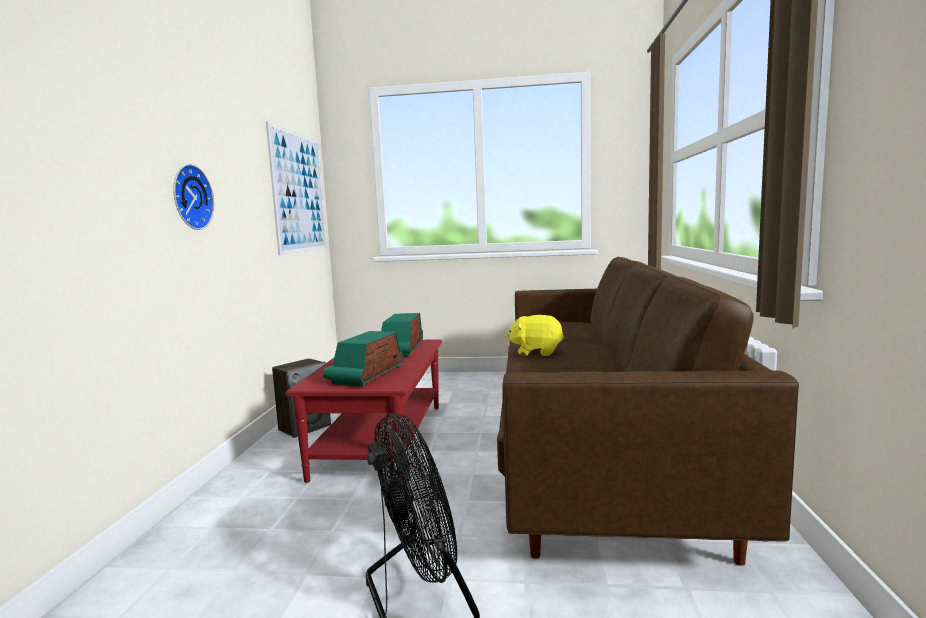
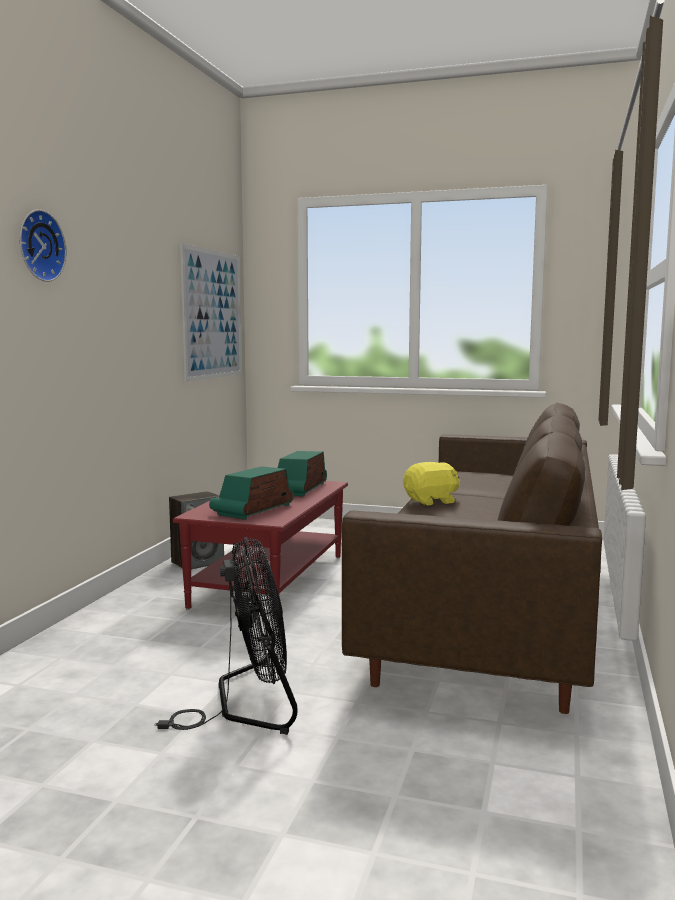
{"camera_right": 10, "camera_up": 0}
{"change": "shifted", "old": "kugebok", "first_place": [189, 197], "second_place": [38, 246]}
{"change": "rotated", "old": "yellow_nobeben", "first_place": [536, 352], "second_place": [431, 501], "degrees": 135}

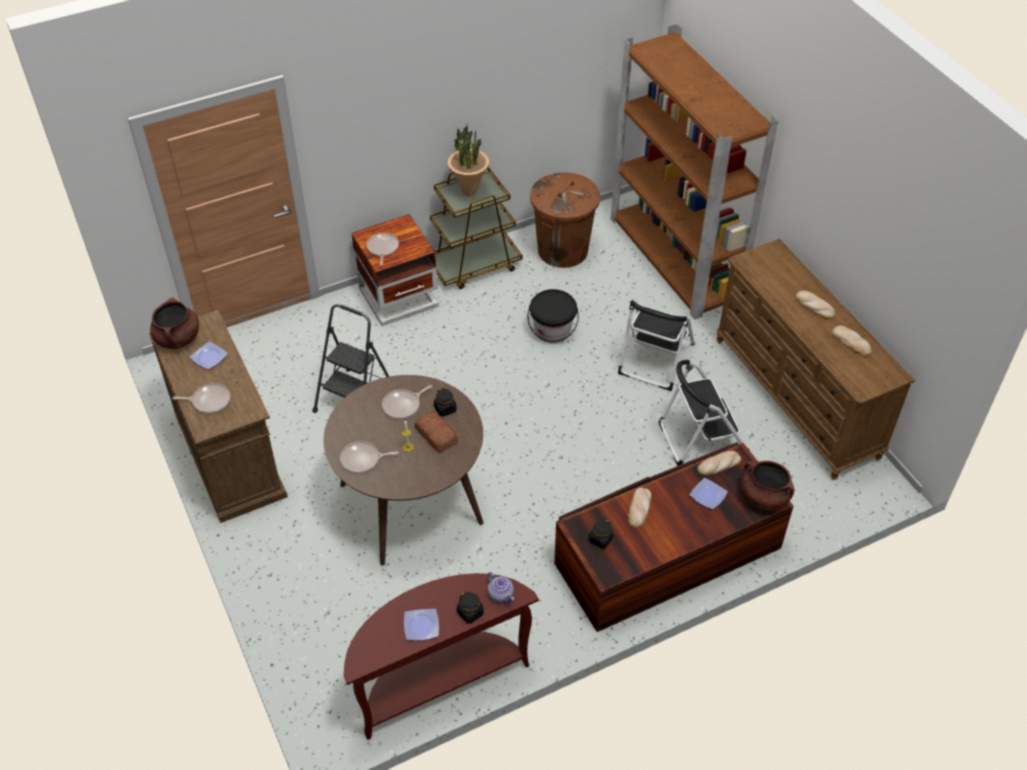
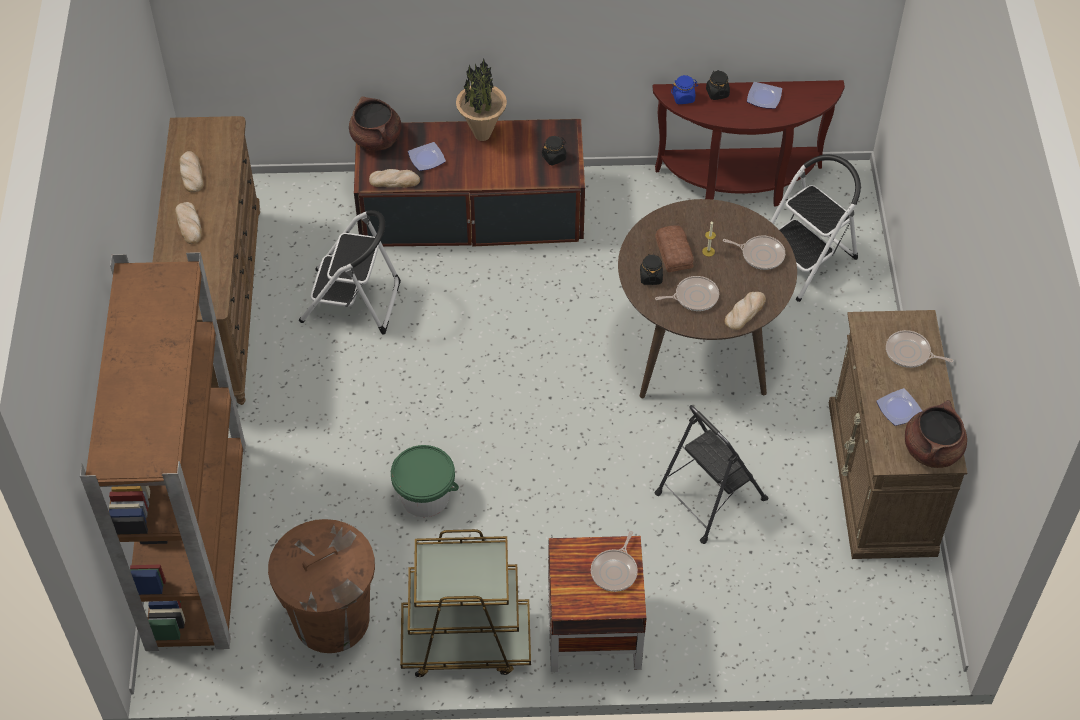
{"camera_right": -155, "camera_up": 5}
{"change": "shifted", "old": "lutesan", "first_place": [469, 192], "second_place": [482, 135]}
{"change": "repainted", "old": "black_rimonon", "new": "green_rimonon", "first_place": [552, 330], "second_place": [425, 496]}
{"change": "shifted", "old": "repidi", "first_place": [654, 360], "second_place": [806, 258]}
{"change": "shifted", "old": "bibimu", "first_place": [639, 509], "second_place": [745, 312]}
{"change": "swapped", "old": "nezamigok", "new": "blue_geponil", "first_place": [500, 594], "second_place": [683, 97]}

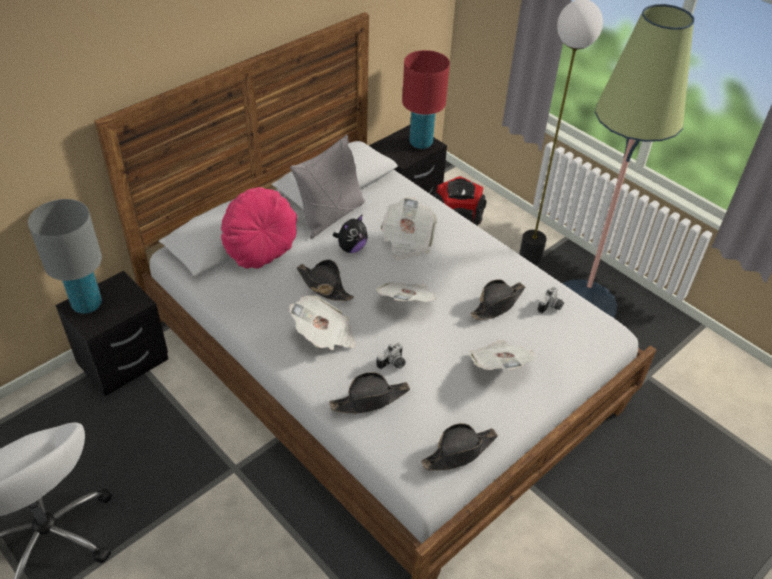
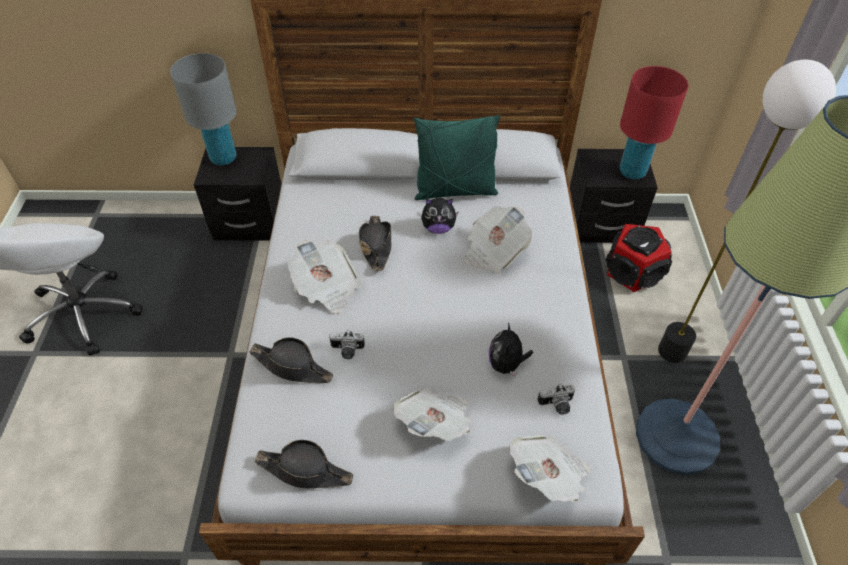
{"camera_right": 45, "camera_up": 5}
{"change": "repainted", "old": "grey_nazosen", "new": "green_nazosen", "first_place": [331, 216], "second_place": [455, 190]}
{"change": "gone", "old": "pink_nazosen", "first_place": [262, 254]}
{"change": "swapped", "old": "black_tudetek", "new": "nobeben", "first_place": [497, 304], "second_place": [506, 365]}
{"change": "shifted", "old": "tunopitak", "first_place": [407, 303], "second_place": [548, 476]}

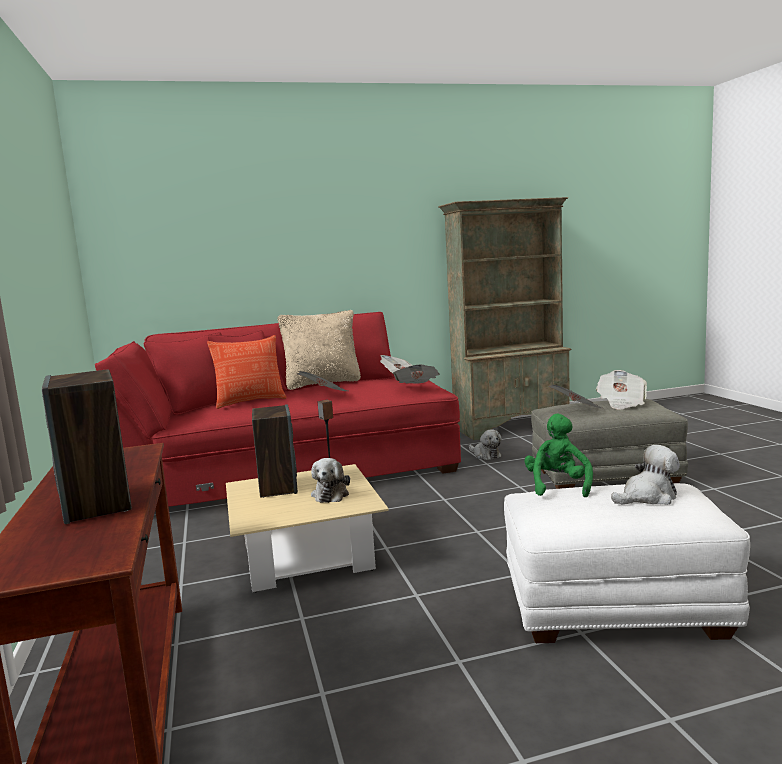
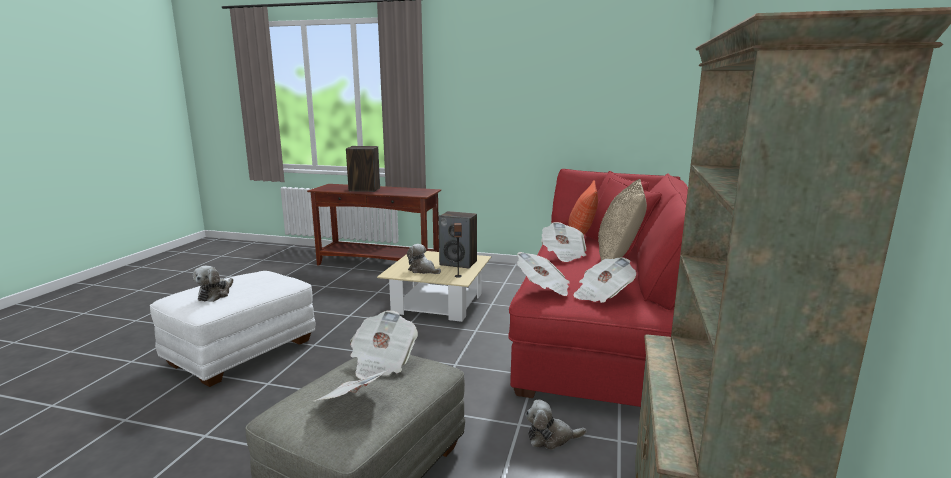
{"camera_right": 120, "camera_up": 5}
{"change": "gone", "old": "green_nobeben", "first_place": [558, 486]}

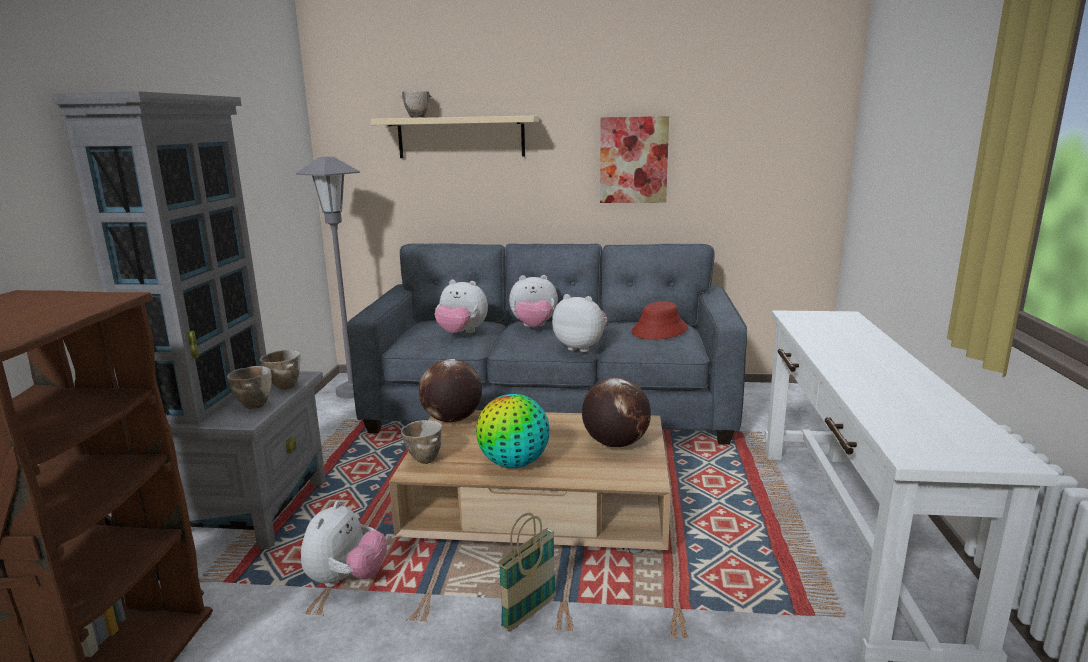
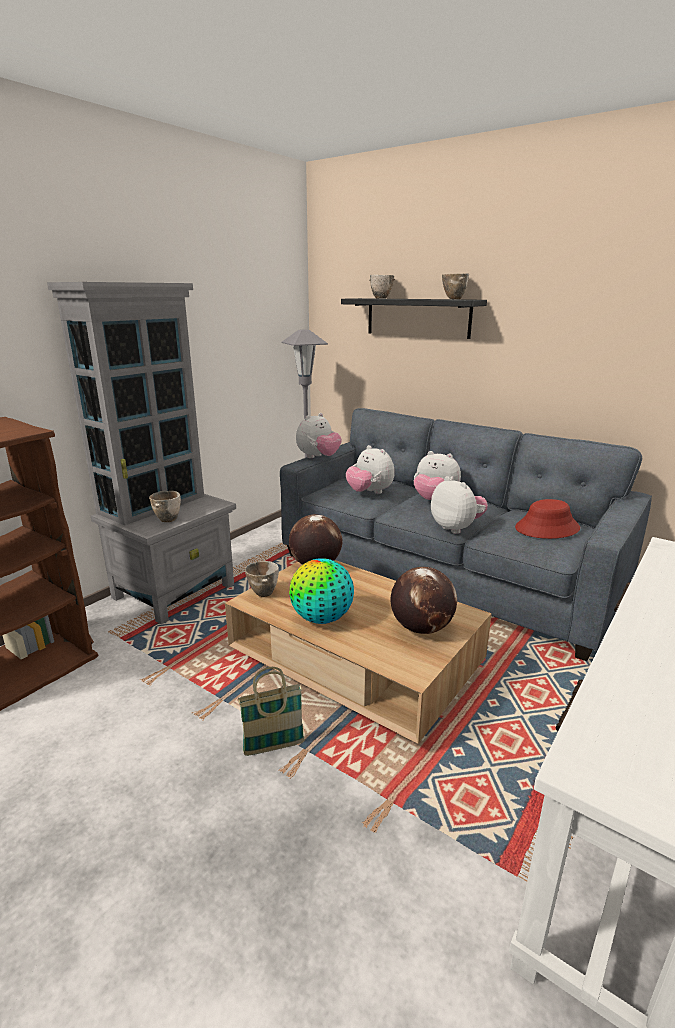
{"camera_right": 30, "camera_up": 5}
{"change": "repainted", "old": "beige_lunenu", "new": "black_lunenu", "first_place": [461, 137], "second_place": [417, 317]}
{"change": "gone", "old": "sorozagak", "first_place": [633, 160]}
{"change": "shifted", "old": "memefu", "first_place": [284, 386], "second_place": [453, 299]}
{"change": "shifted", "old": "nobeben", "first_place": [346, 579], "second_place": [318, 457]}

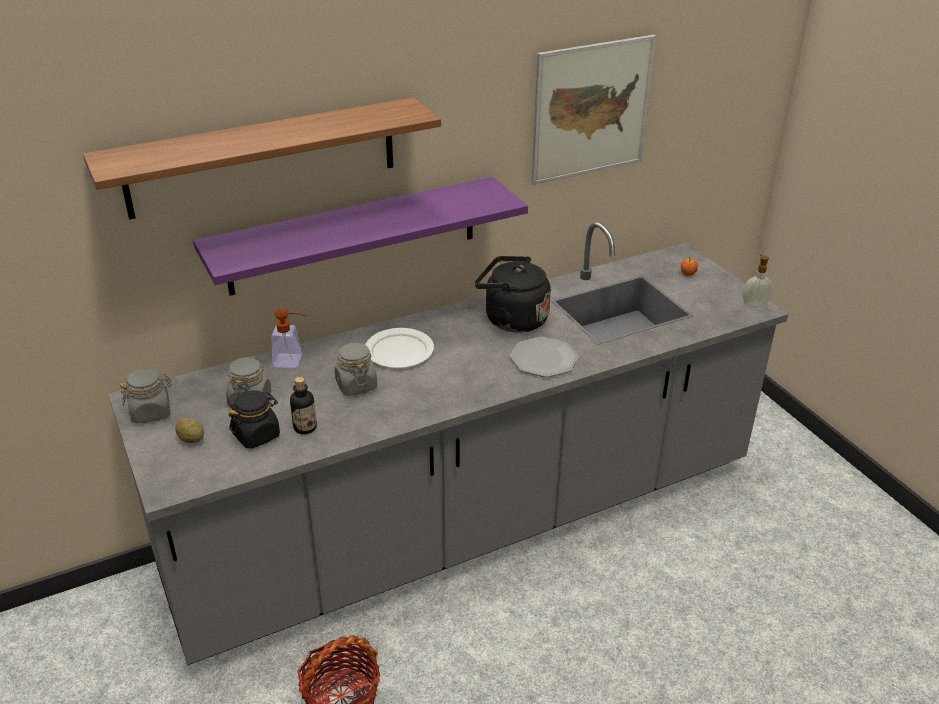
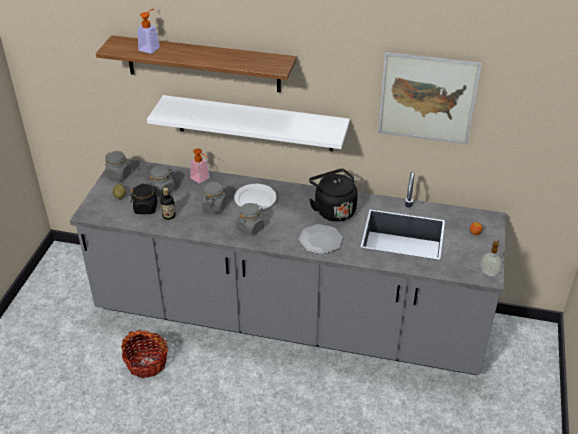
{"camera_right": 40, "camera_up": 5}
{"change": "repainted", "old": "purple_lunenu", "new": "white_lunenu", "first_place": [354, 236], "second_place": [254, 123]}
{"change": "new", "new": "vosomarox", "second_place": [151, 47]}
{"change": "new", "new": "grey_geponil", "second_place": [250, 228]}

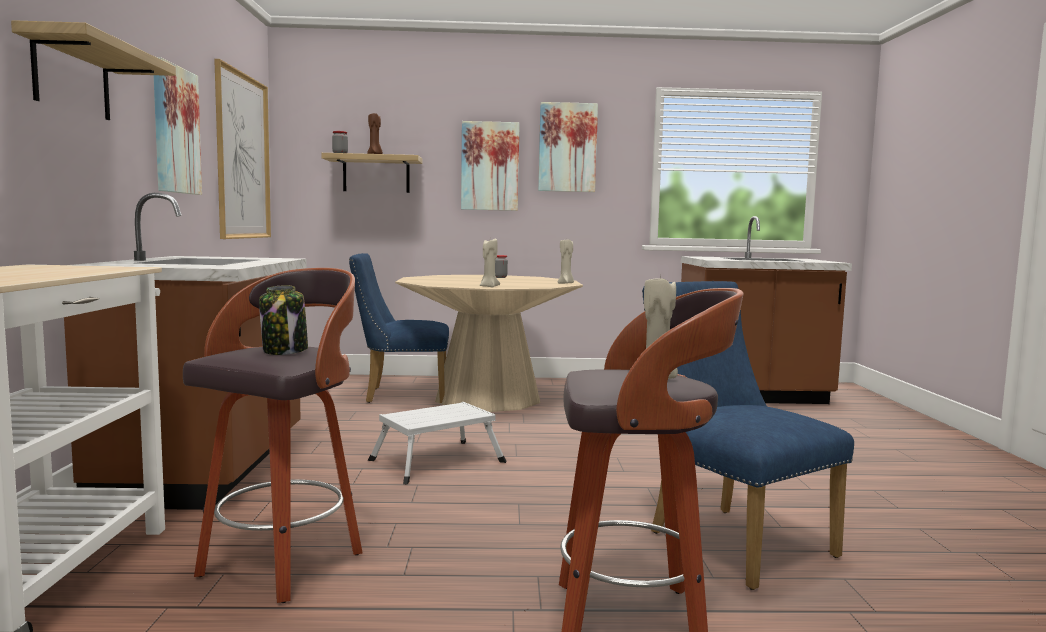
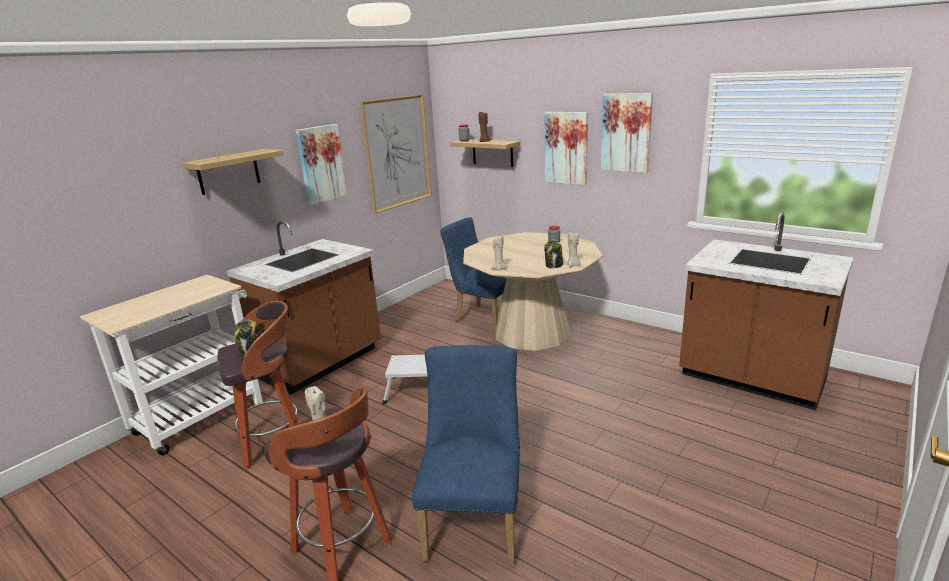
{"camera_right": 40, "camera_up": 15}
{"change": "new", "new": "geponil", "second_place": [554, 265]}

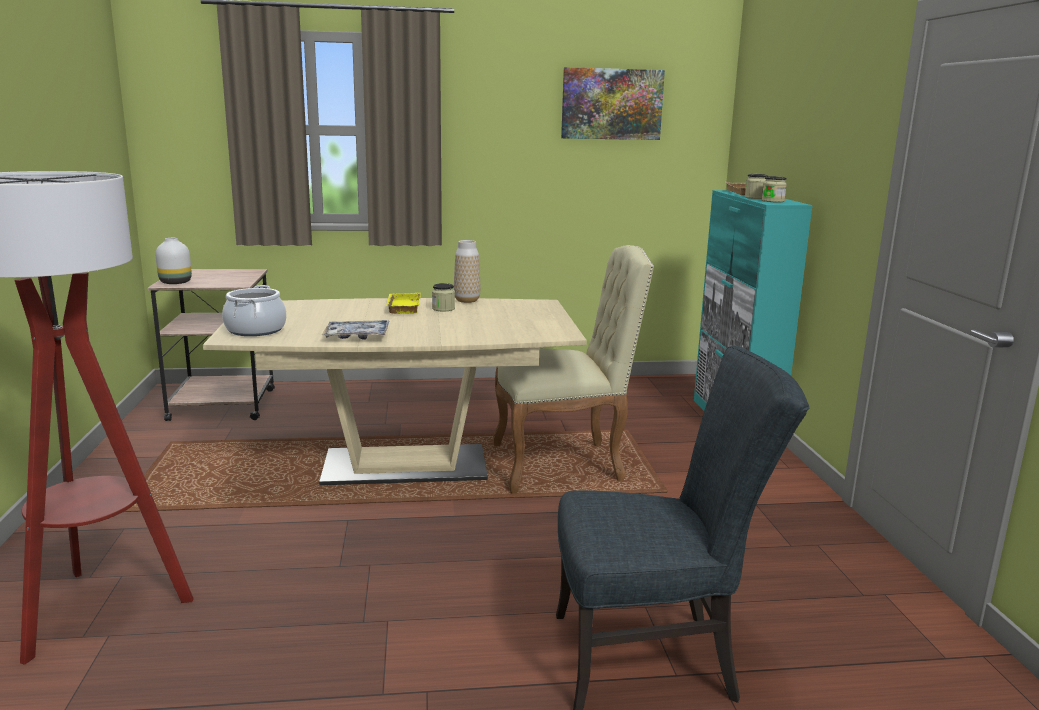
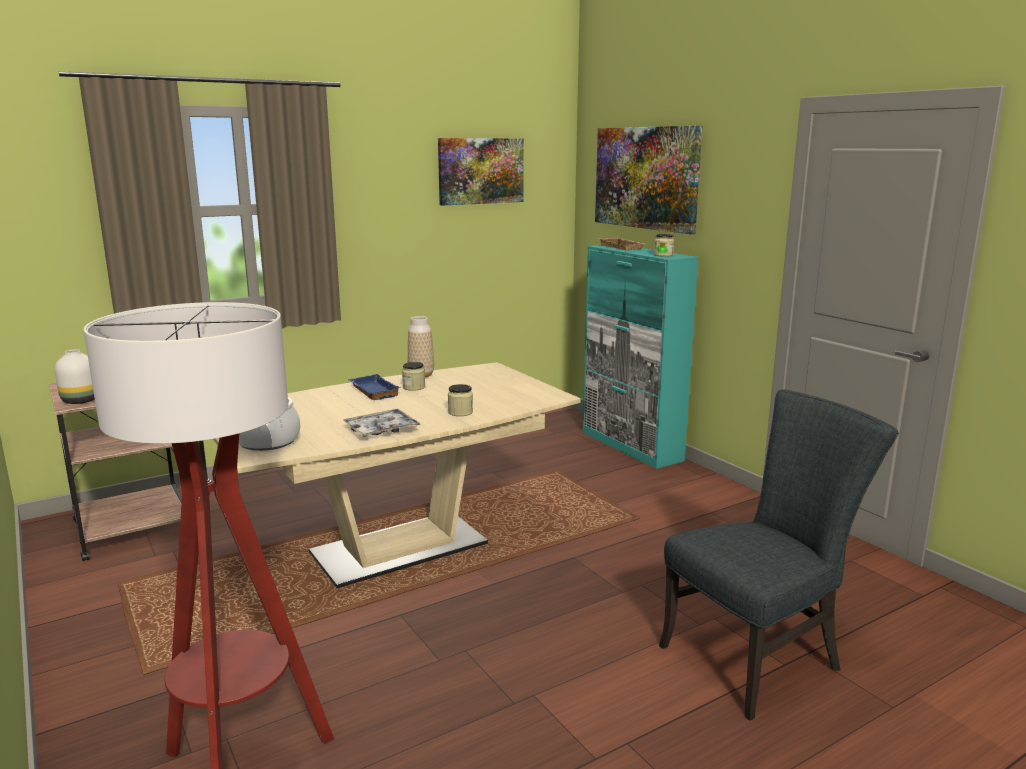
{"camera_right": -25, "camera_up": 0}
{"change": "shifted", "old": "geponil", "first_place": [755, 198], "second_place": [460, 412]}
{"change": "gone", "old": "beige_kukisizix", "first_place": [560, 464]}
{"change": "repainted", "old": "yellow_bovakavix", "new": "blue_bovakavix", "first_place": [402, 307], "second_place": [372, 391]}
{"change": "new", "new": "sorozagak", "second_place": [646, 178]}

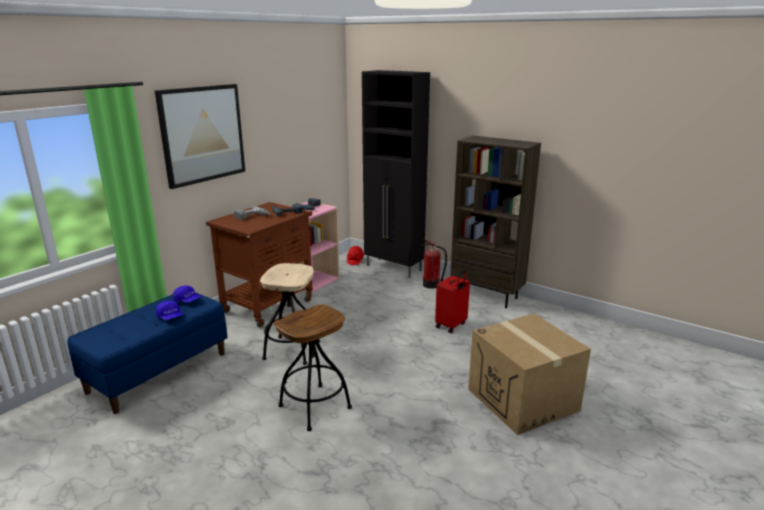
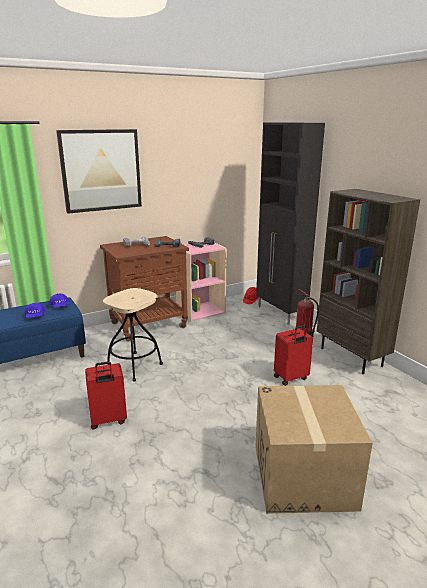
{"camera_right": 25, "camera_up": 0}
{"change": "swapped", "old": "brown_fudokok", "new": "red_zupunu", "first_place": [314, 406], "second_place": [108, 420]}

